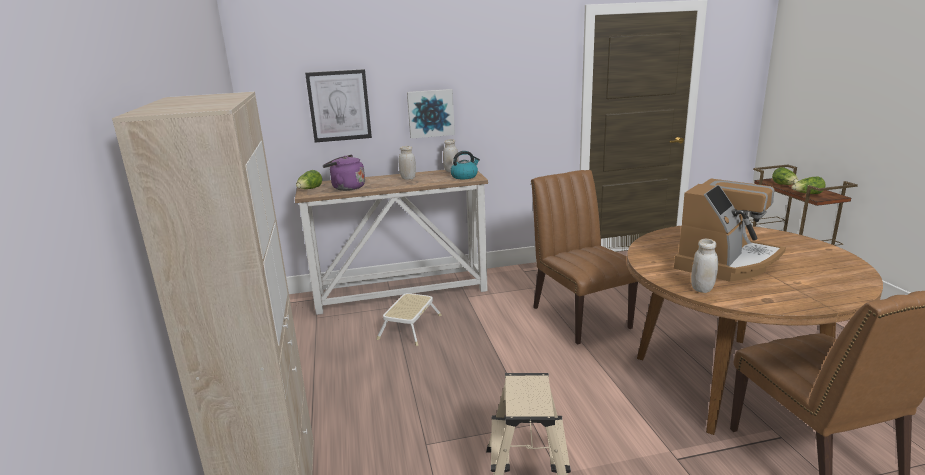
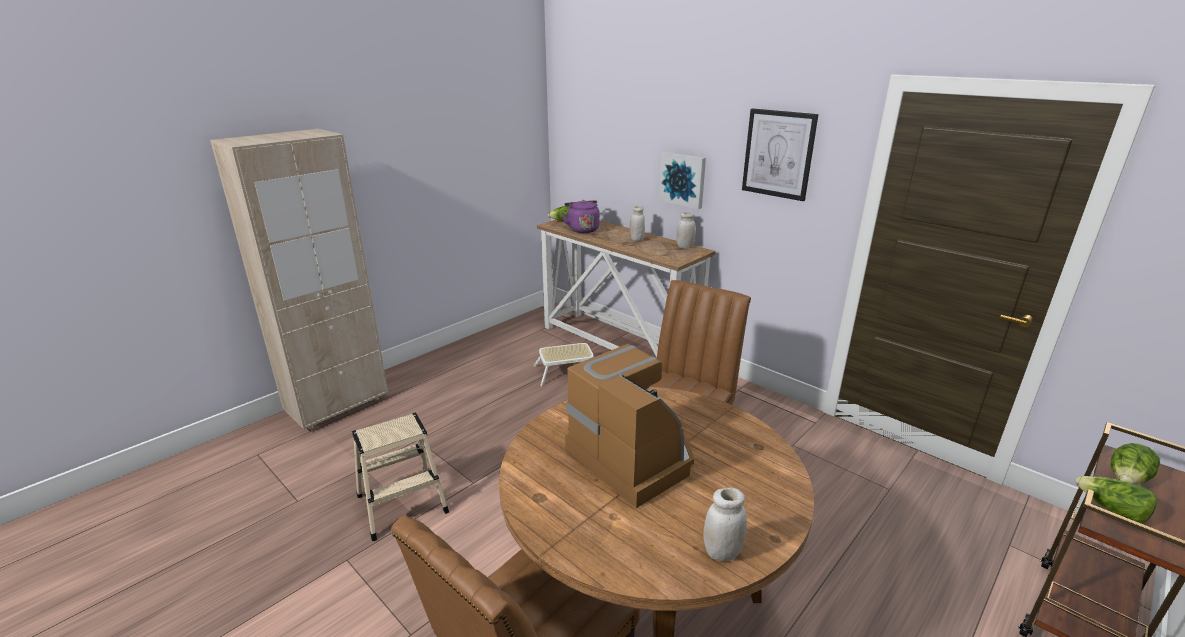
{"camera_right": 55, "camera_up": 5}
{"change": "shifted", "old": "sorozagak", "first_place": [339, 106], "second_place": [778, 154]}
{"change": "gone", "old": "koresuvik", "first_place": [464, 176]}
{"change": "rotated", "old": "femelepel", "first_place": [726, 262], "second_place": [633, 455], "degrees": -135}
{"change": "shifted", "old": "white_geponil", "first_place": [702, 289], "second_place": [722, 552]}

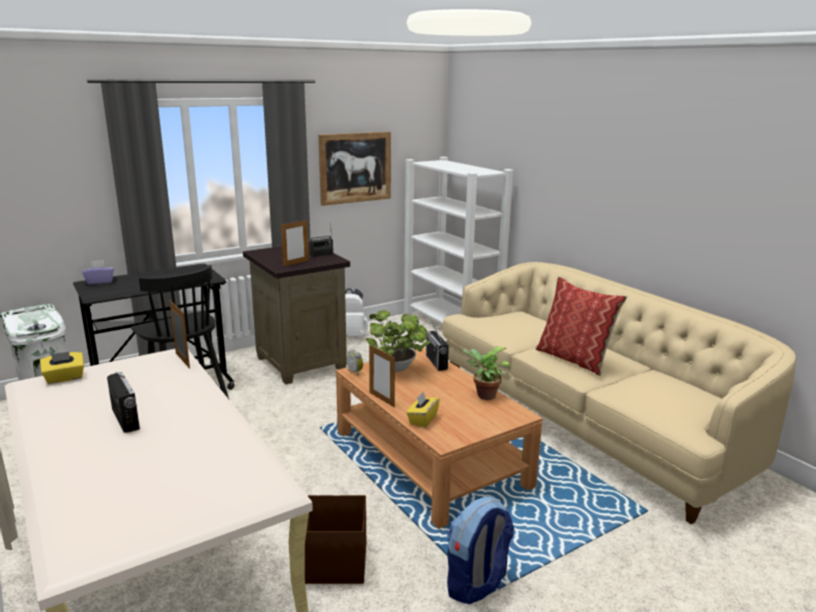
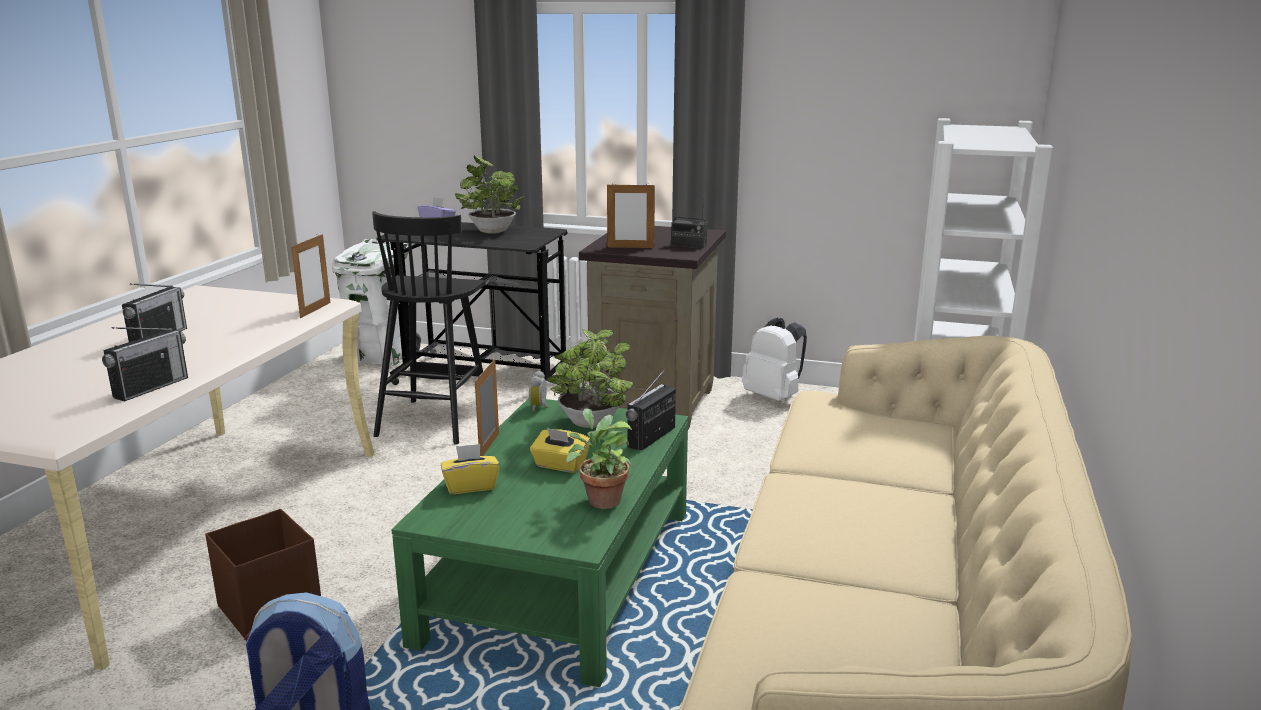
{"camera_right": 50, "camera_up": 0}
{"change": "gone", "old": "sorozagak", "first_place": [355, 167]}
{"change": "gone", "old": "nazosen", "first_place": [574, 359]}
{"change": "repainted", "old": "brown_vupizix", "new": "green_vupizix", "first_place": [431, 459], "second_place": [561, 575]}
{"change": "shifted", "old": "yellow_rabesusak", "first_place": [65, 378], "second_place": [560, 465]}
{"change": "new", "new": "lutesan", "second_place": [491, 230]}
{"change": "new", "new": "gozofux", "second_place": [151, 388]}

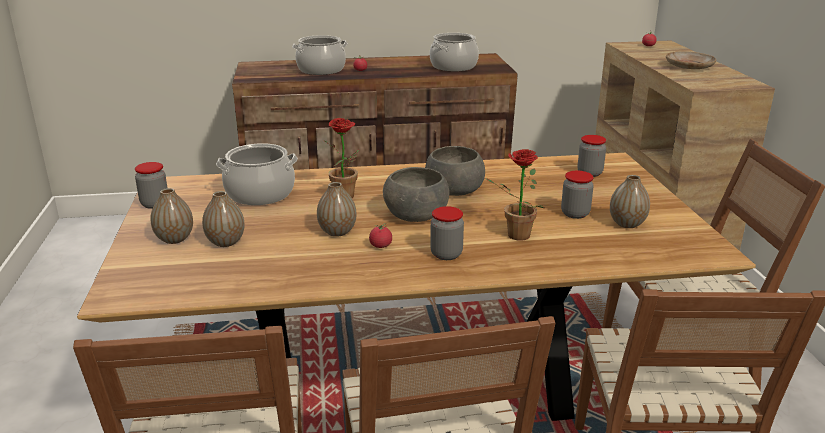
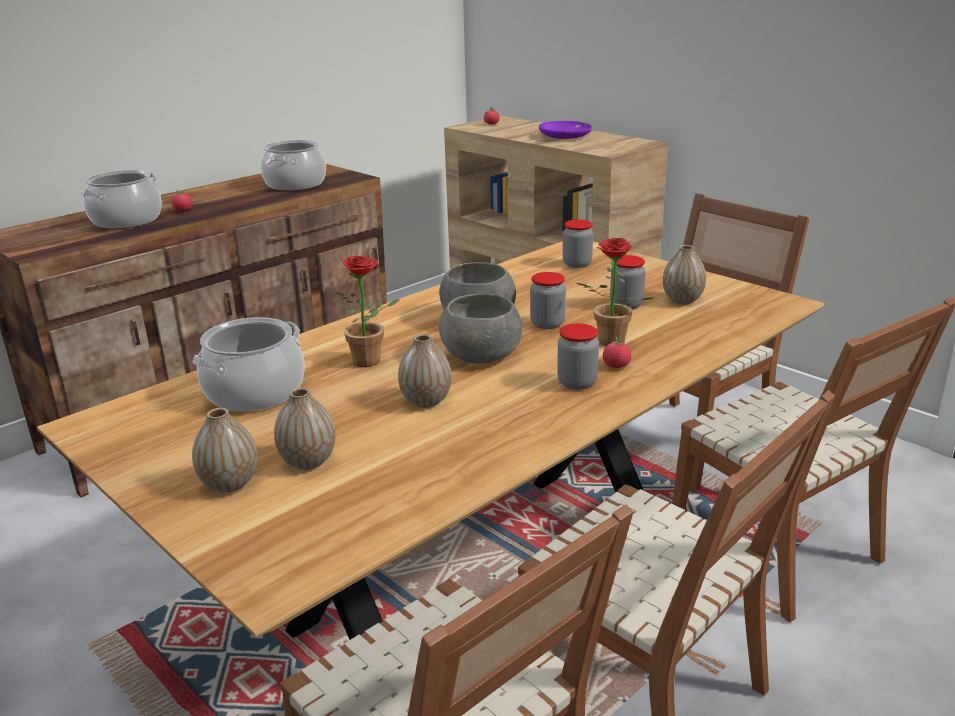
{"camera_right": -35, "camera_up": 0}
{"change": "repainted", "old": "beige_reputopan", "new": "purple_reputopan", "first_place": [689, 66], "second_place": [564, 136]}
{"change": "shifted", "old": "geponil", "first_place": [155, 204], "second_place": [547, 324]}
{"change": "shifted", "old": "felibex", "first_place": [380, 246], "second_place": [616, 366]}

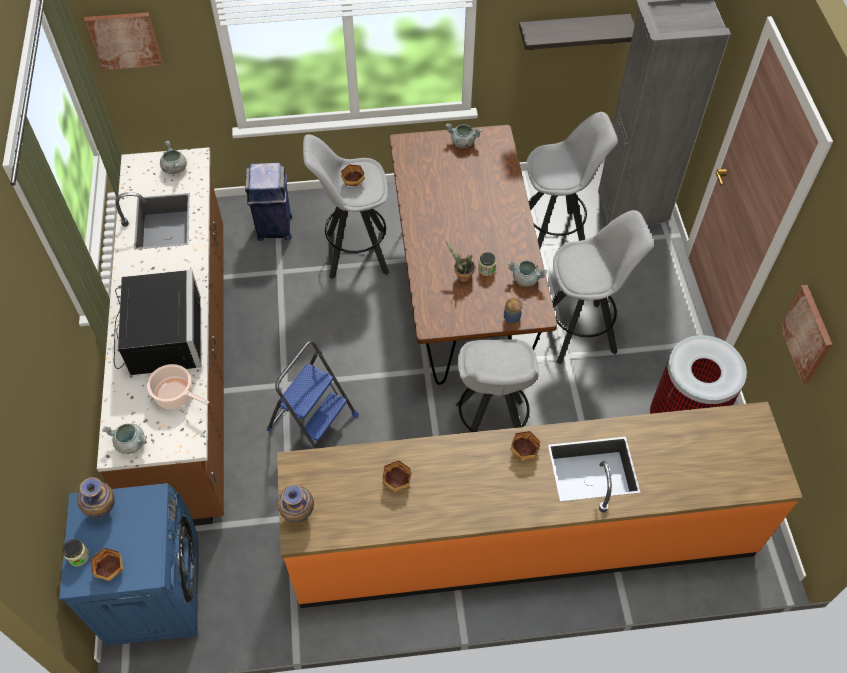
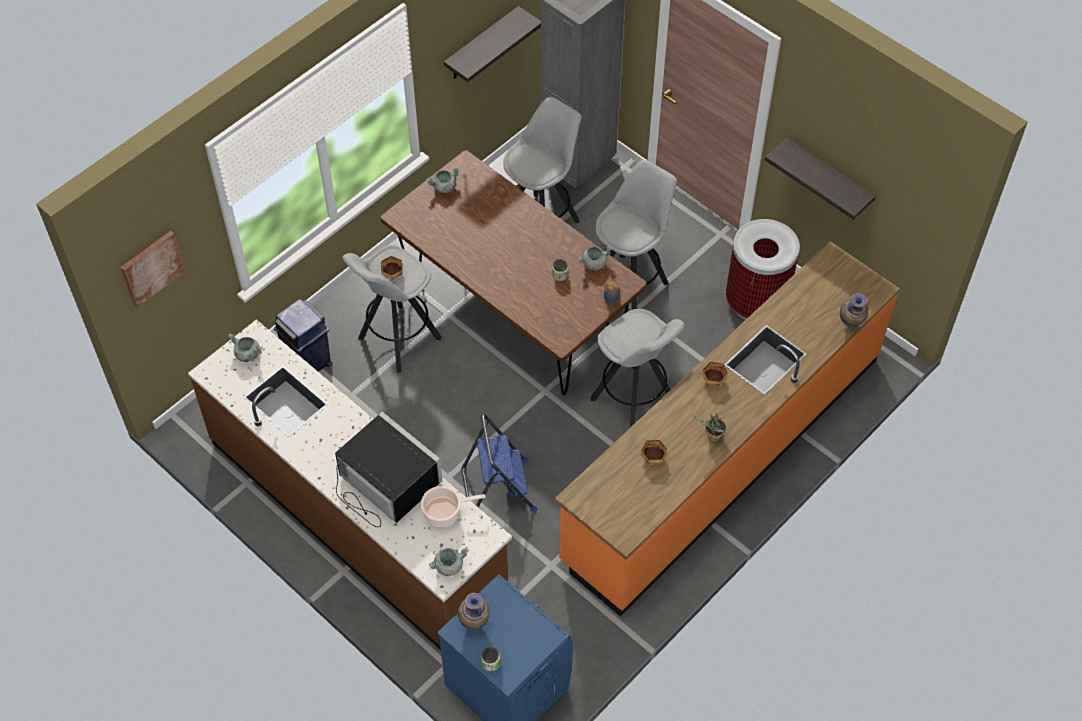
{"camera_right": -40, "camera_up": 0}
{"change": "shifted", "old": "lutesan", "first_place": [461, 276], "second_place": [712, 436]}
{"change": "swapped", "old": "sorozagak", "new": "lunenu", "first_place": [807, 334], "second_place": [828, 177]}
{"change": "shifted", "old": "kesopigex", "first_place": [298, 515], "second_place": [850, 325]}
{"change": "gone", "old": "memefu", "first_place": [111, 569]}

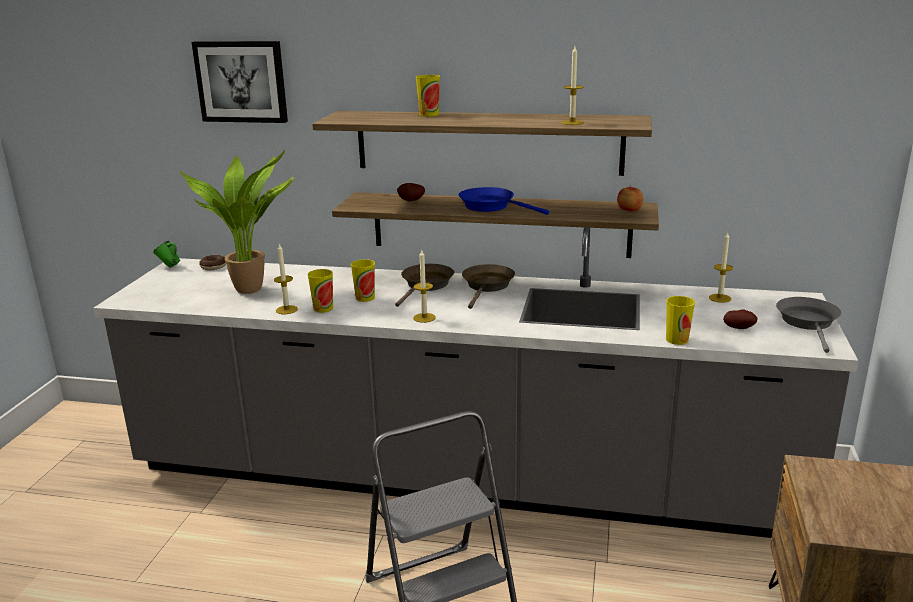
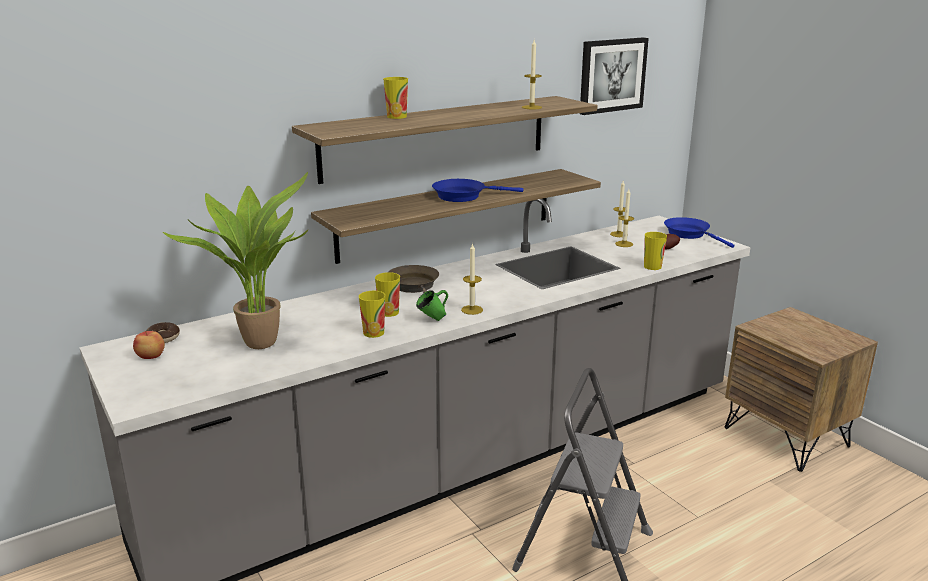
{"camera_right": -45, "camera_up": 0}
{"change": "shifted", "old": "sorozagak", "first_place": [241, 81], "second_place": [612, 75]}
{"change": "gone", "old": "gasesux", "first_place": [411, 201]}
{"change": "shifted", "old": "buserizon", "first_place": [629, 210], "second_place": [151, 356]}
{"change": "shifted", "old": "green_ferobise", "first_place": [169, 266], "second_place": [432, 320]}
{"change": "shifted", "old": "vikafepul", "first_place": [286, 310], "second_place": [624, 244]}
{"change": "gone", "old": "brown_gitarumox", "first_place": [487, 286]}
{"change": "repainted", "old": "grey_gitarumox", "new": "blue_gitarumox", "first_place": [808, 323], "second_place": [689, 234]}

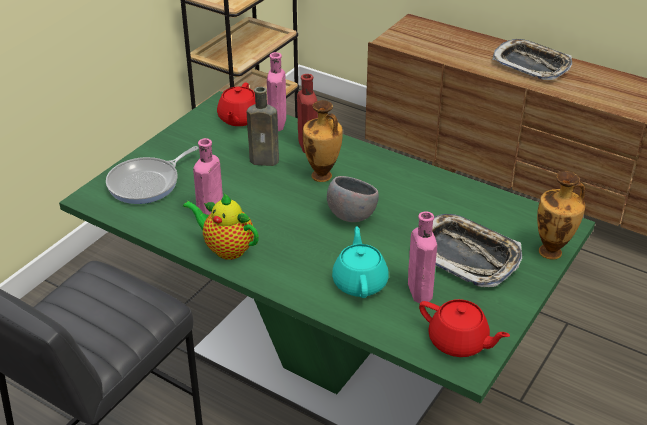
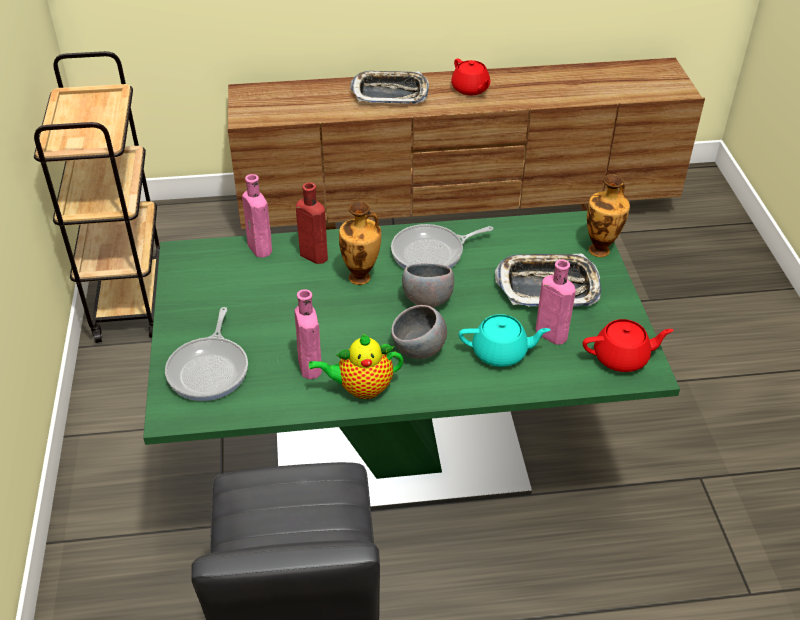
{"camera_right": -40, "camera_up": 5}
{"change": "shifted", "old": "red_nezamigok", "first_place": [239, 119], "second_place": [470, 89]}
{"change": "gone", "old": "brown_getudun", "first_place": [266, 160]}
{"change": "rotated", "old": "turquoise_nezamigok", "first_place": [360, 282], "second_place": [500, 353], "degrees": 135}
{"change": "new", "new": "gitarumox", "second_place": [431, 253]}
{"change": "new", "new": "grey_memefu", "second_place": [419, 350]}

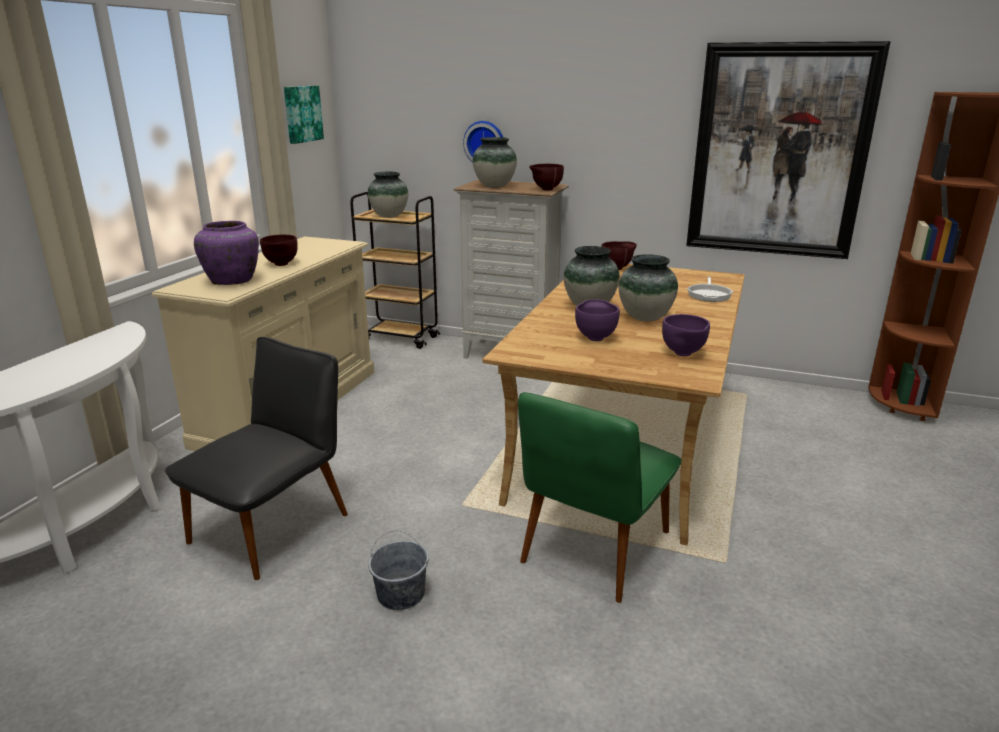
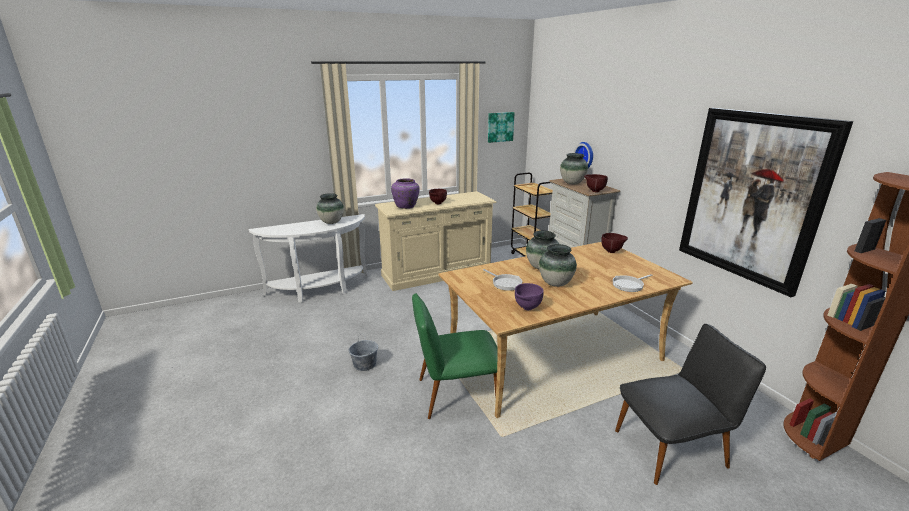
{"camera_right": 45, "camera_up": 0}
{"change": "shifted", "old": "kesopigex", "first_place": [389, 216], "second_place": [331, 222]}
{"change": "swapped", "old": "purple_memefu", "new": "gitarumox", "first_place": [595, 337], "second_place": [505, 283]}
{"change": "shifted", "old": "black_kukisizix", "first_place": [269, 528], "second_place": [669, 448]}

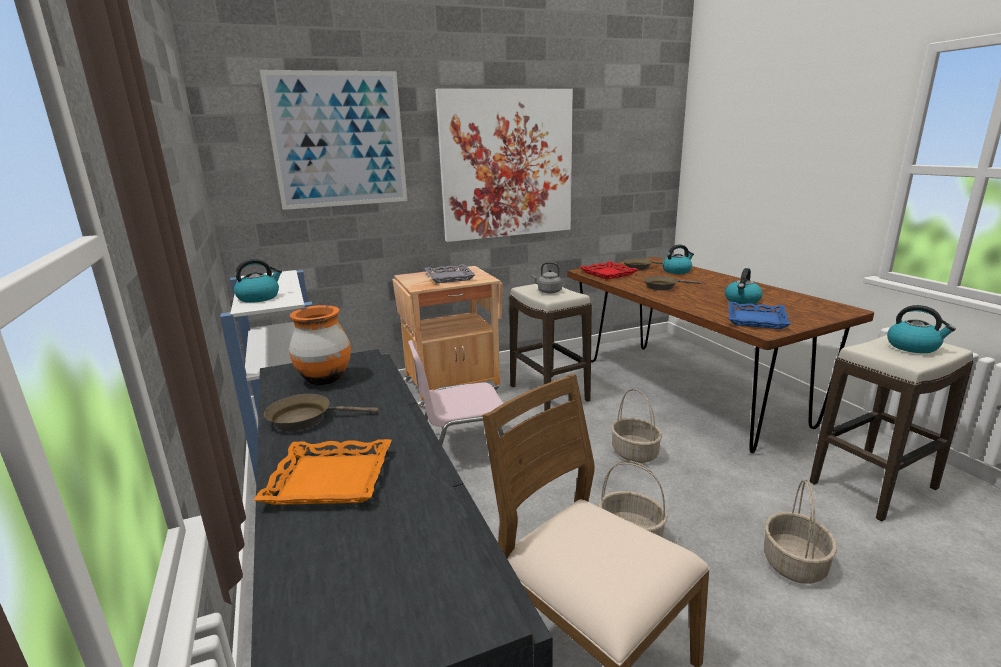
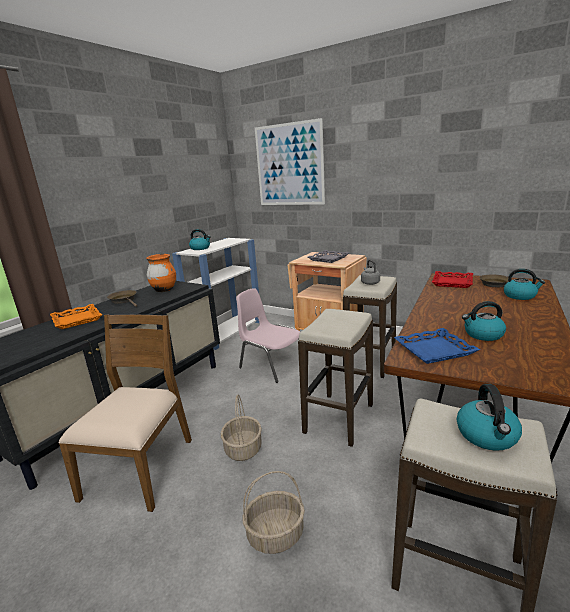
{"camera_right": 55, "camera_up": 0}
{"change": "gone", "old": "sorozagak", "first_place": [507, 165]}
{"change": "gone", "old": "brown_gitarumox", "first_place": [663, 286]}
{"change": "swapped", "old": "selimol", "new": "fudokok", "first_place": [634, 452], "second_place": [339, 418]}

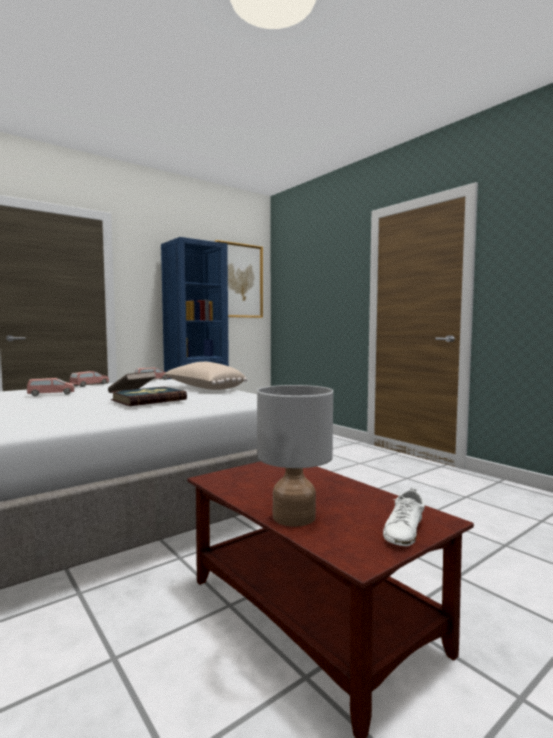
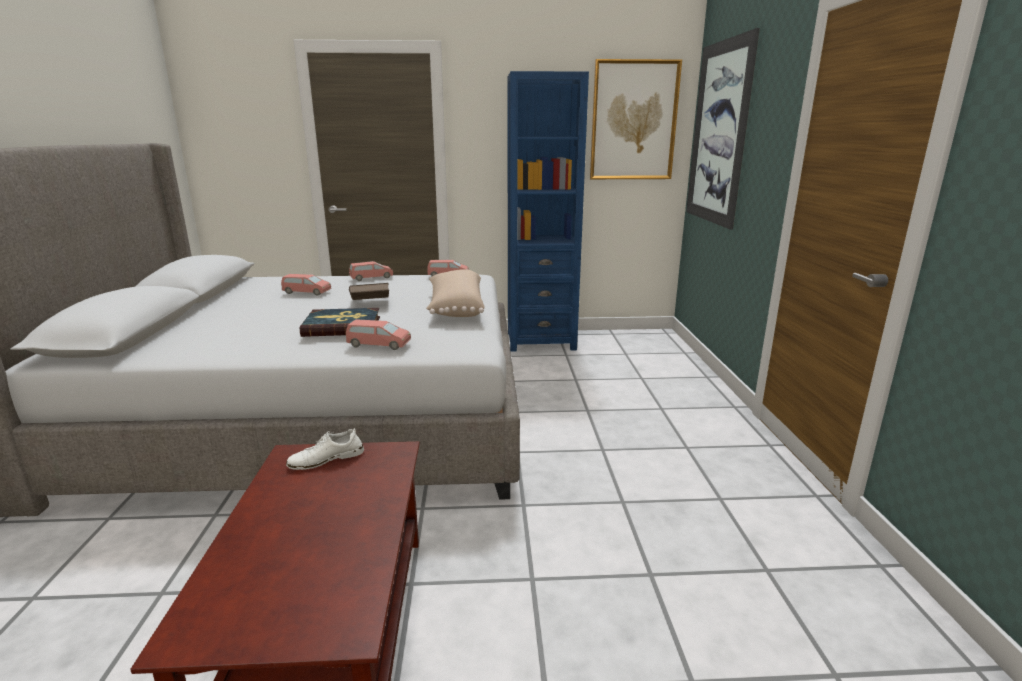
{"camera_right": 35, "camera_up": 15}
{"change": "gone", "old": "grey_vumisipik", "first_place": [294, 517]}
{"change": "shifted", "old": "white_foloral", "first_place": [404, 530], "second_place": [326, 459]}
{"change": "new", "new": "sorozagak", "second_place": [718, 134]}
{"change": "new", "new": "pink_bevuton", "second_place": [379, 345]}

